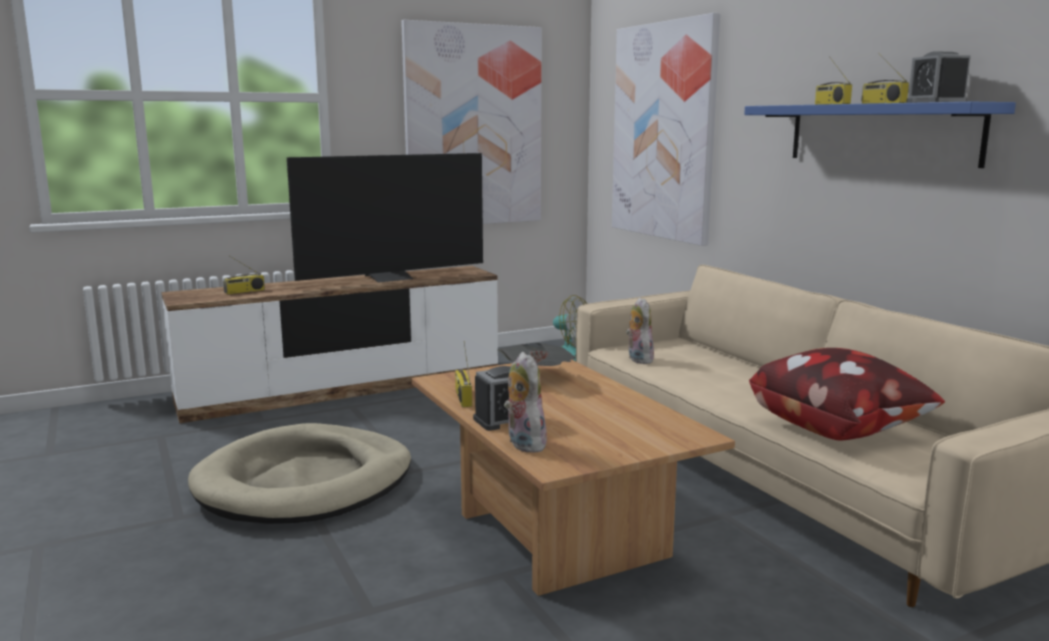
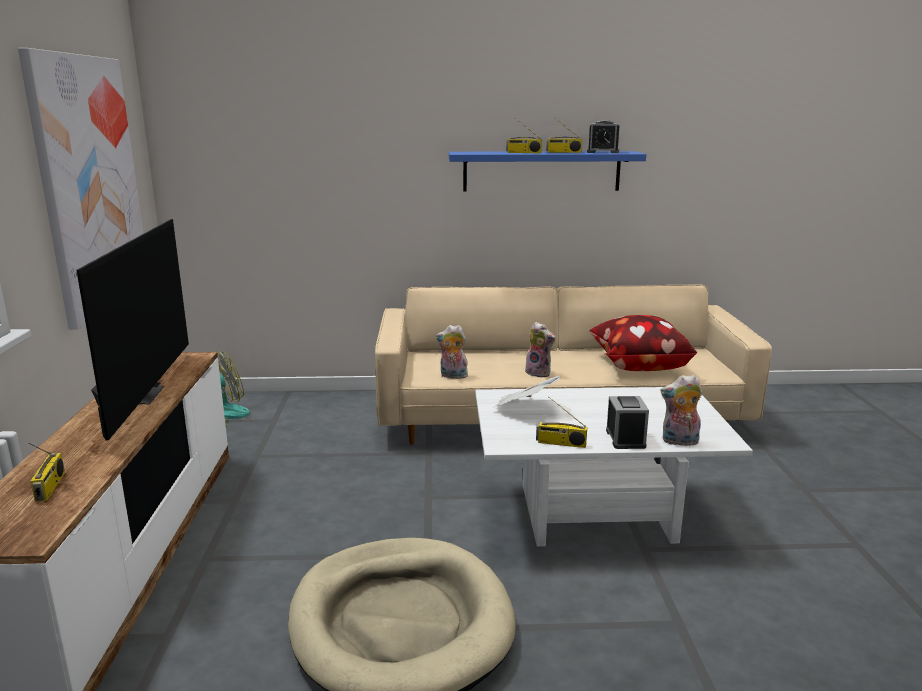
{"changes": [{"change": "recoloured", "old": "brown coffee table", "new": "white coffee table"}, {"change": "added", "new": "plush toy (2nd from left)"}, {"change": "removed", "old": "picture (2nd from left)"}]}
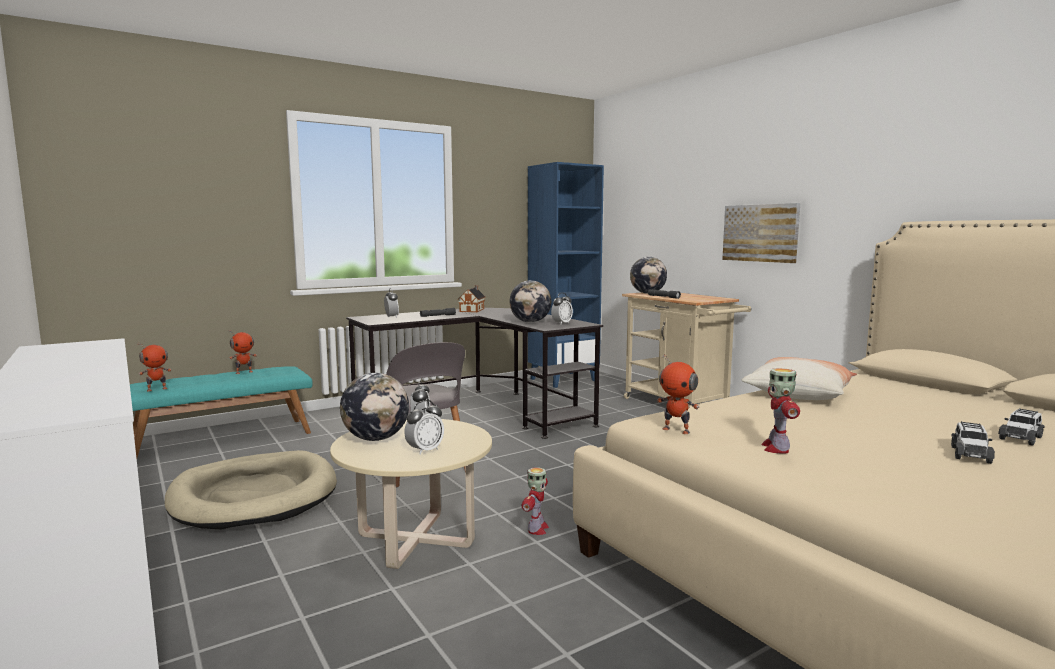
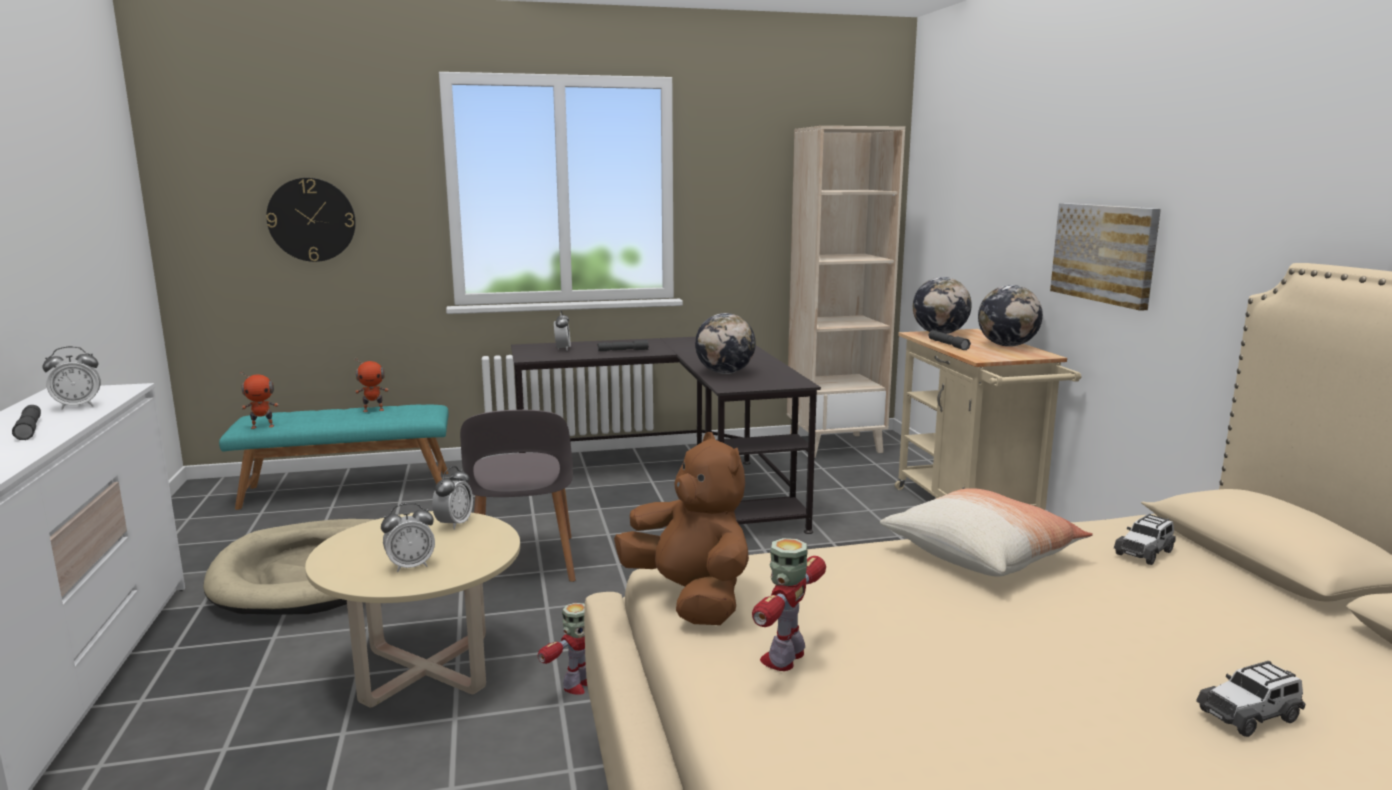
{"changes": [{"change": "added", "new": "grey flashlight (1st from left)"}, {"change": "moved", "old": "alarm clock (4th from left in the first image)", "new": "alarm clock (1st from left)"}, {"change": "added", "new": "wall clock"}, {"change": "replaced", "old": "toy robot (4th from left)", "new": "brown plush toy"}, {"change": "recoloured", "old": "blue bookcase", "new": "beige bookcase"}, {"change": "moved", "old": "globe (1st from left in the first image)", "new": "globe (3rd from left)"}, {"change": "moved", "old": "toy car (1st from left)"}, {"change": "removed", "old": "toy house"}]}
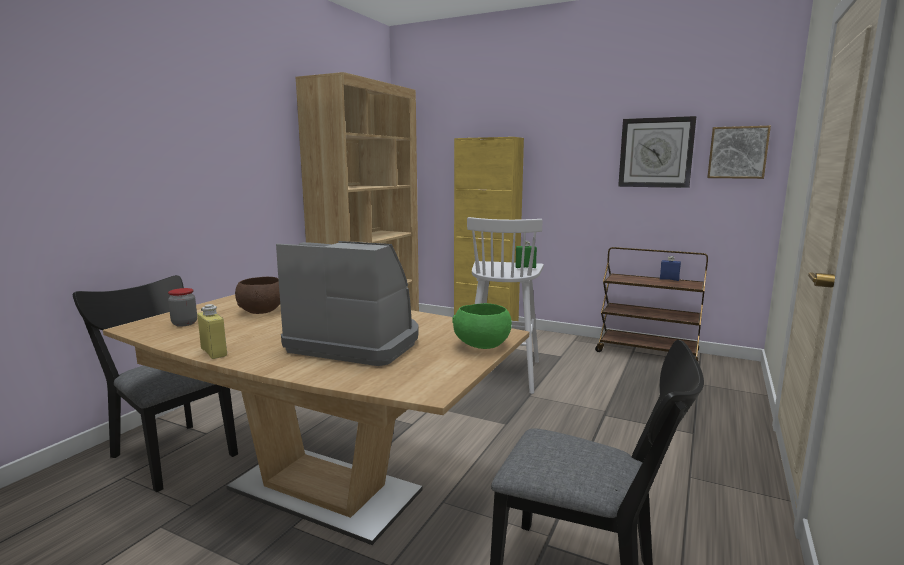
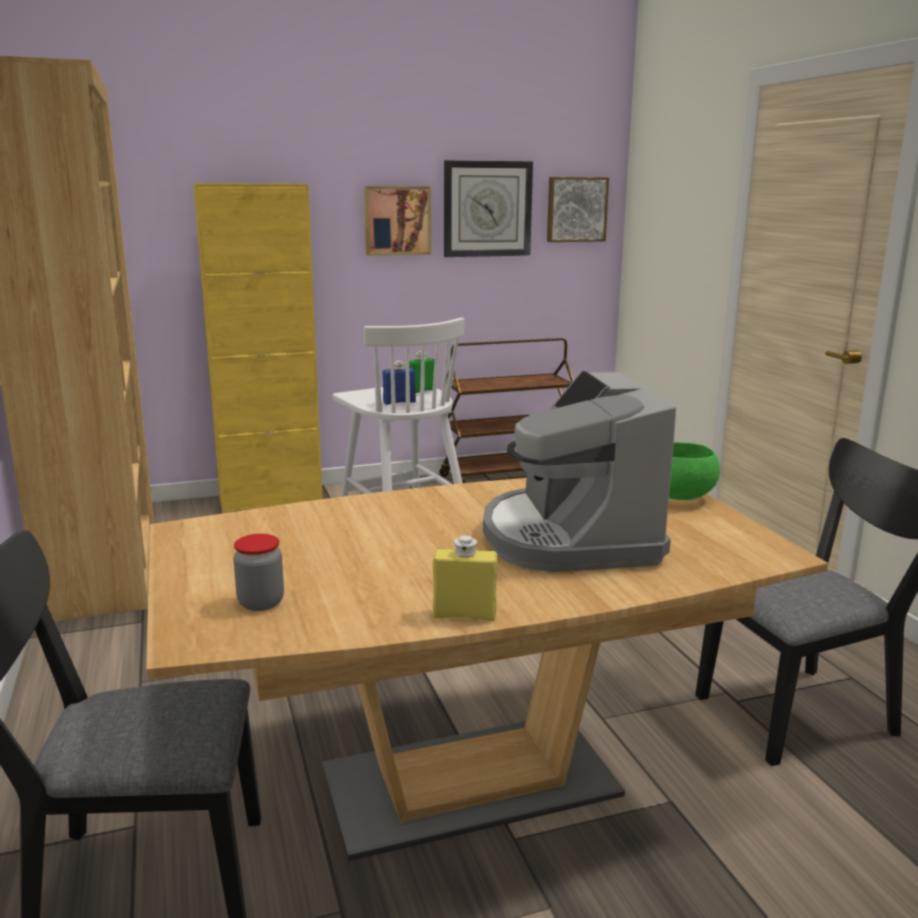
{"changes": [{"change": "added", "new": "picture (1st from left)"}, {"change": "moved", "old": "blue bottle"}, {"change": "turned", "old": "coffee machine", "degrees": -75}, {"change": "removed", "old": "brown bowl"}]}
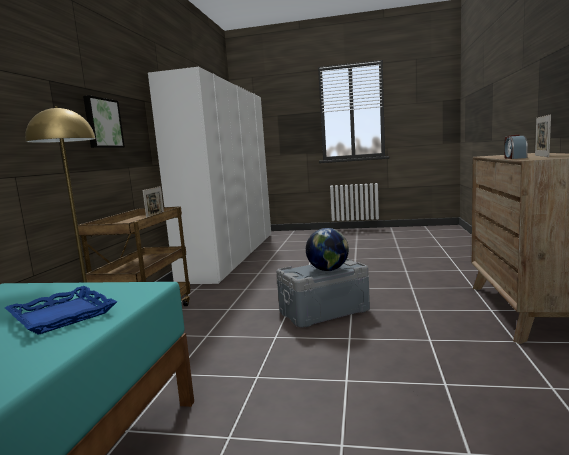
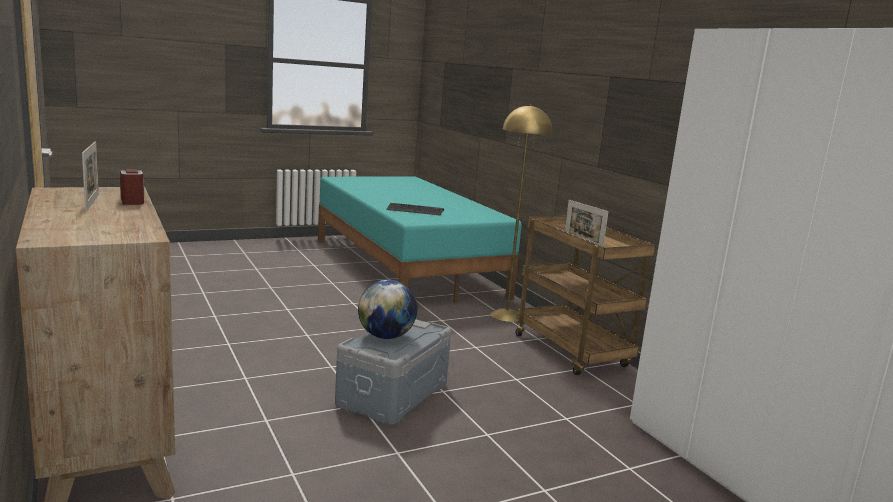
{"changes": [{"change": "replaced", "old": "blue tray", "new": "keyboard"}, {"change": "removed", "old": "picture"}]}
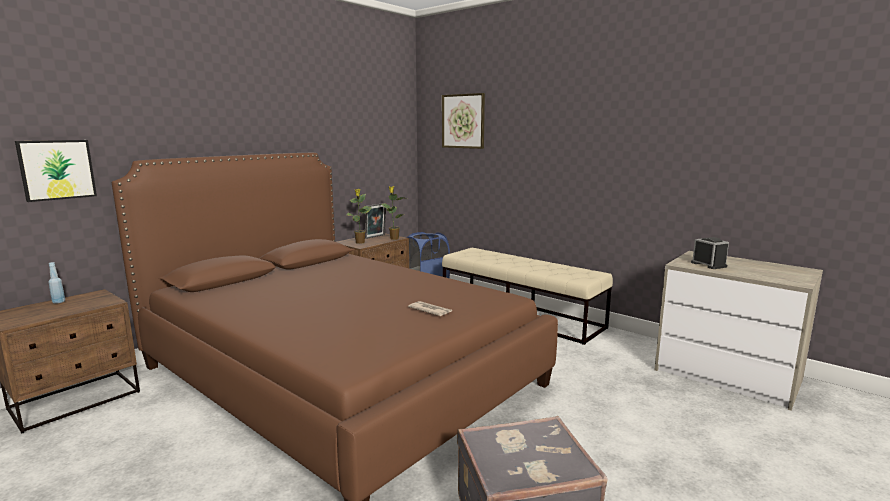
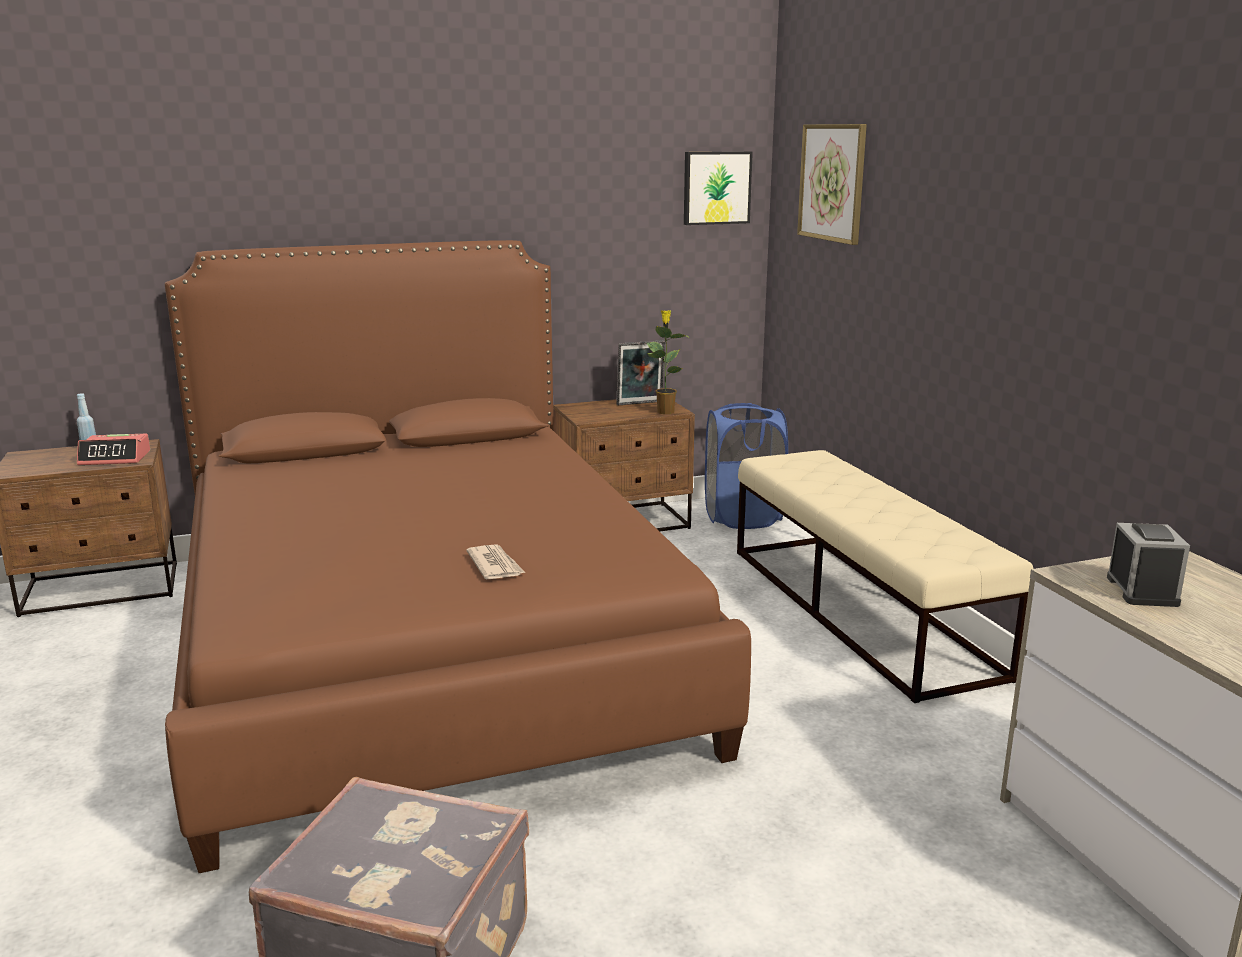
{"changes": [{"change": "added", "new": "alarm clock (1st from left)"}, {"change": "moved", "old": "picture (1st from left)"}, {"change": "removed", "old": "potted plant (1st from left)"}]}
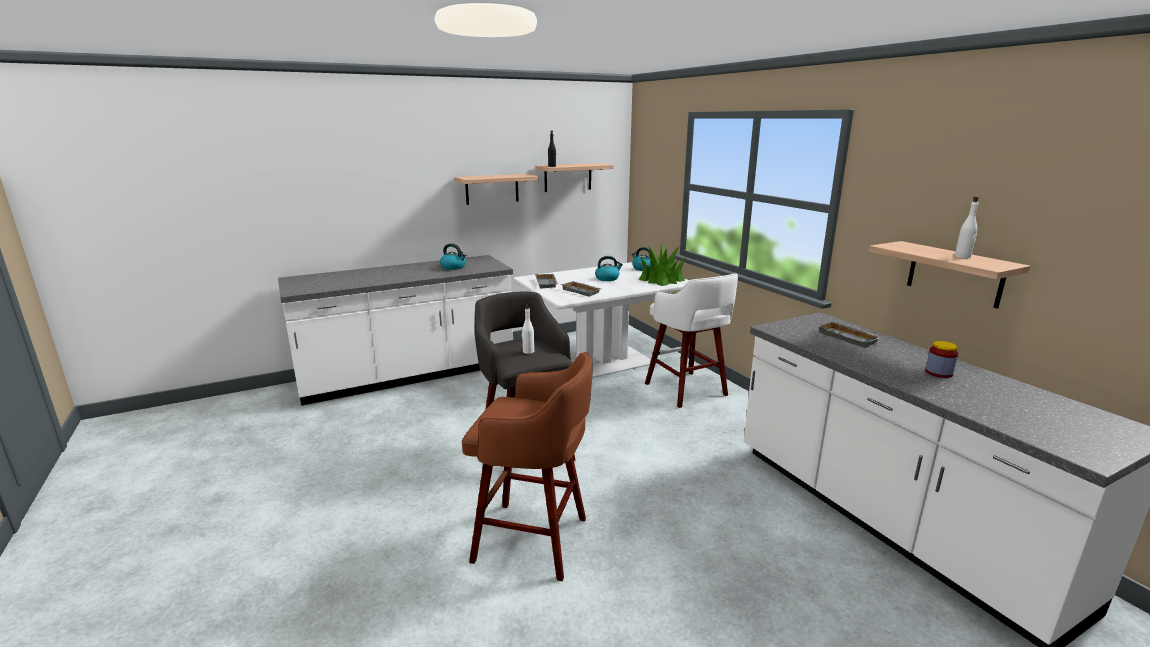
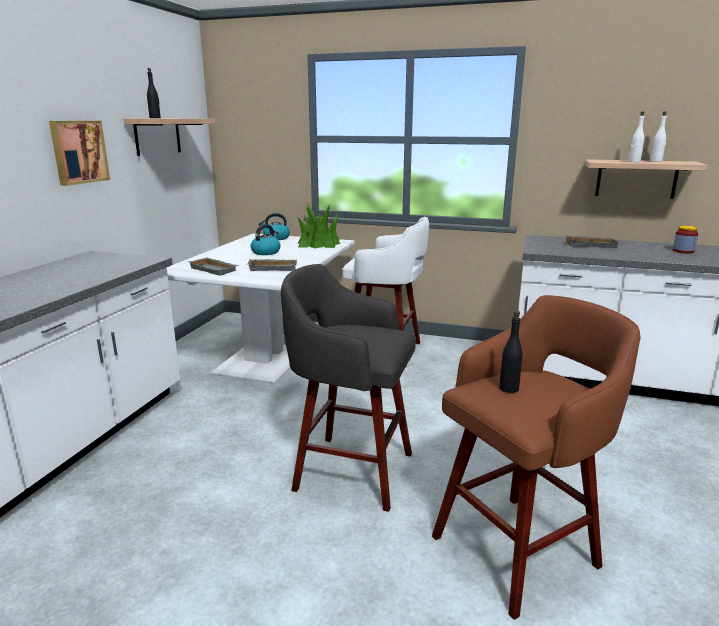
{"changes": [{"change": "replaced", "old": "shelf (1st from left)", "new": "picture"}, {"change": "added", "new": "black bottle (2nd from left)"}, {"change": "moved", "old": "white bottle (1st from left)"}, {"change": "removed", "old": "kettle (1st from left)"}]}
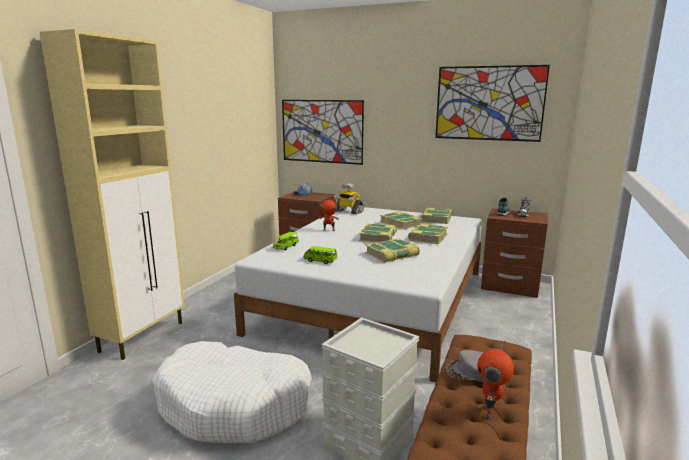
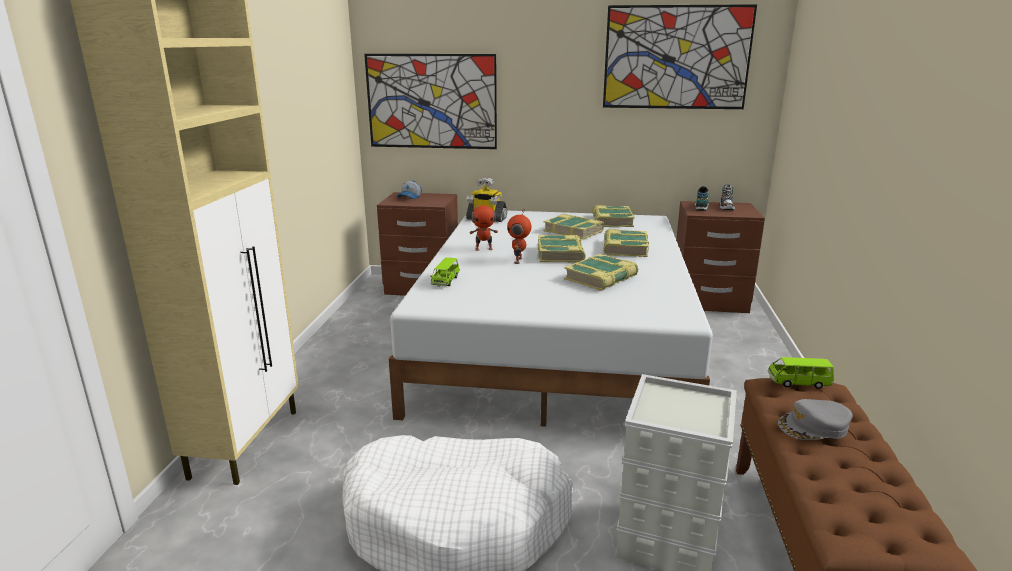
{"changes": [{"change": "moved", "old": "toy robot (3rd from left)"}, {"change": "moved", "old": "green toy car (2nd from left)"}]}
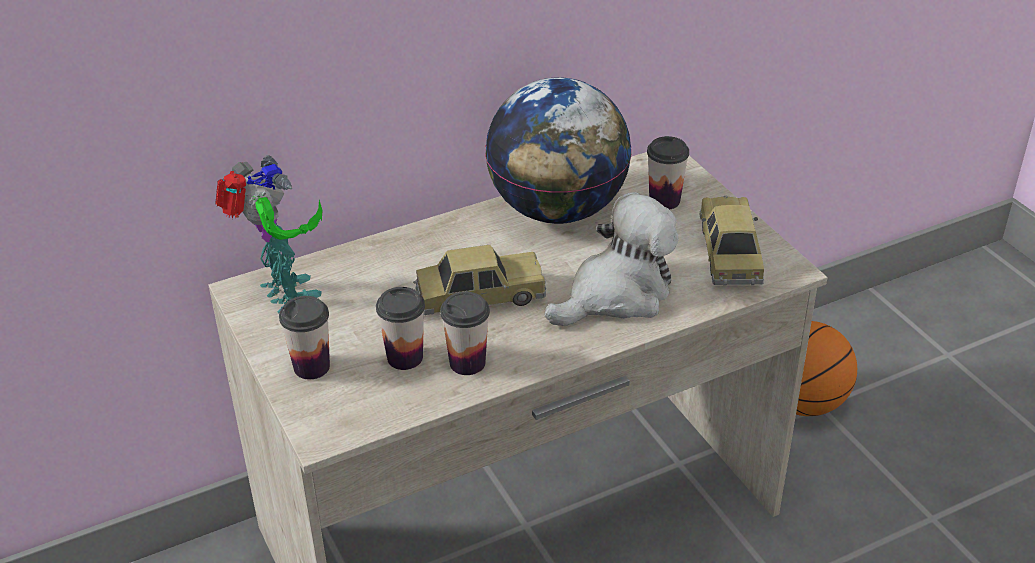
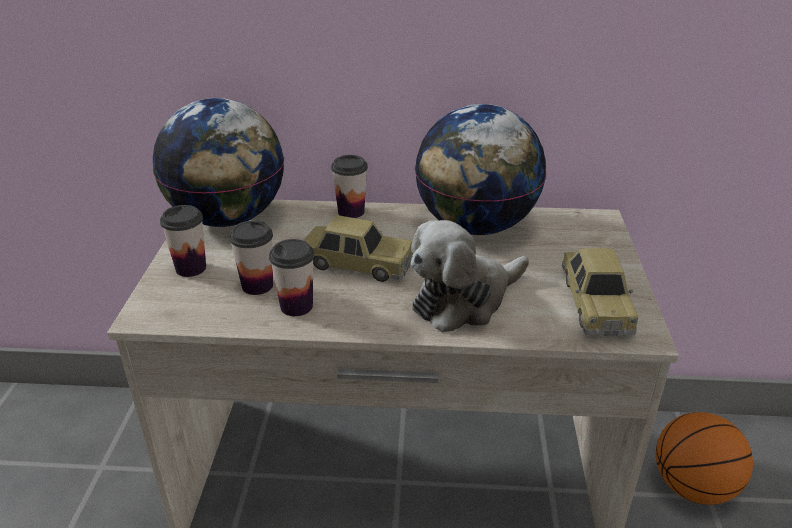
{"changes": [{"change": "replaced", "old": "toy robot", "new": "globe (1st from left)"}, {"change": "moved", "old": "cup (4th from left)"}, {"change": "turned", "old": "plush toy", "degrees": 150}, {"change": "turned", "old": "toy car (2nd from left)", "degrees": 150}]}
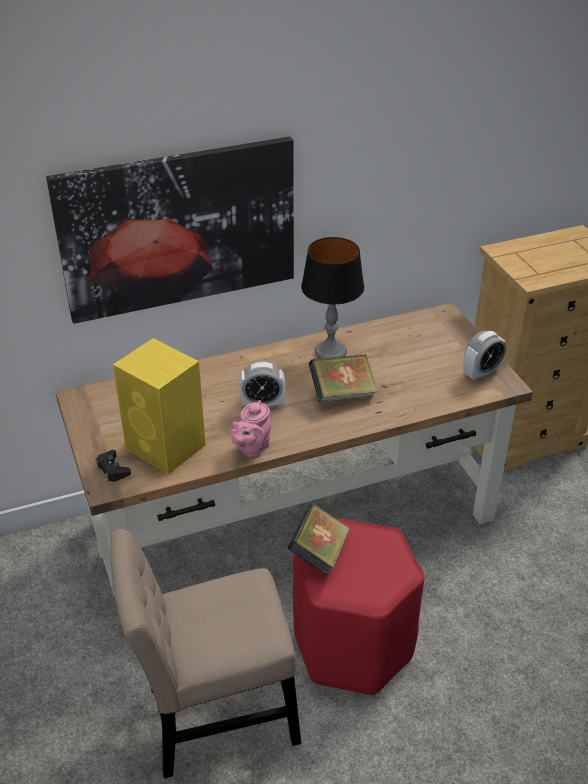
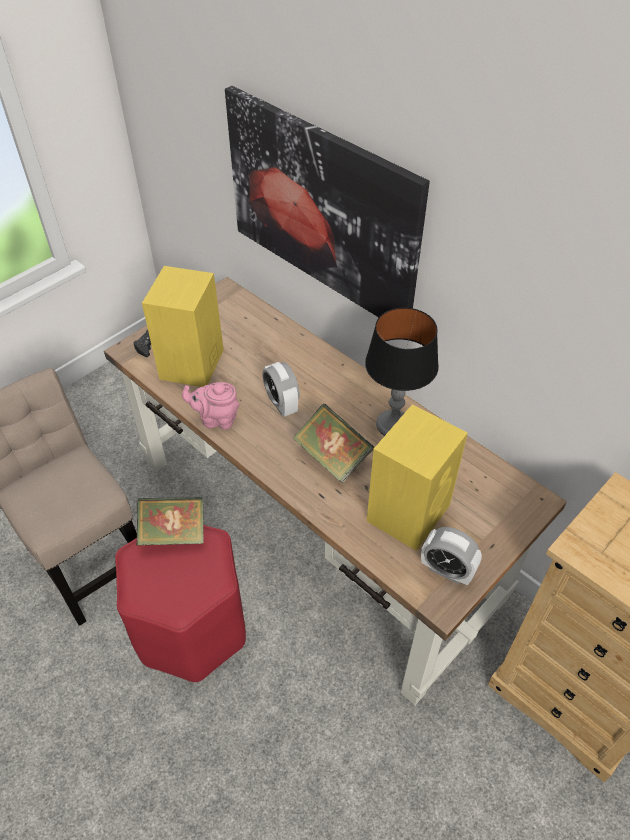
{"changes": [{"change": "added", "new": "yellow speaker (2nd from left)"}]}
